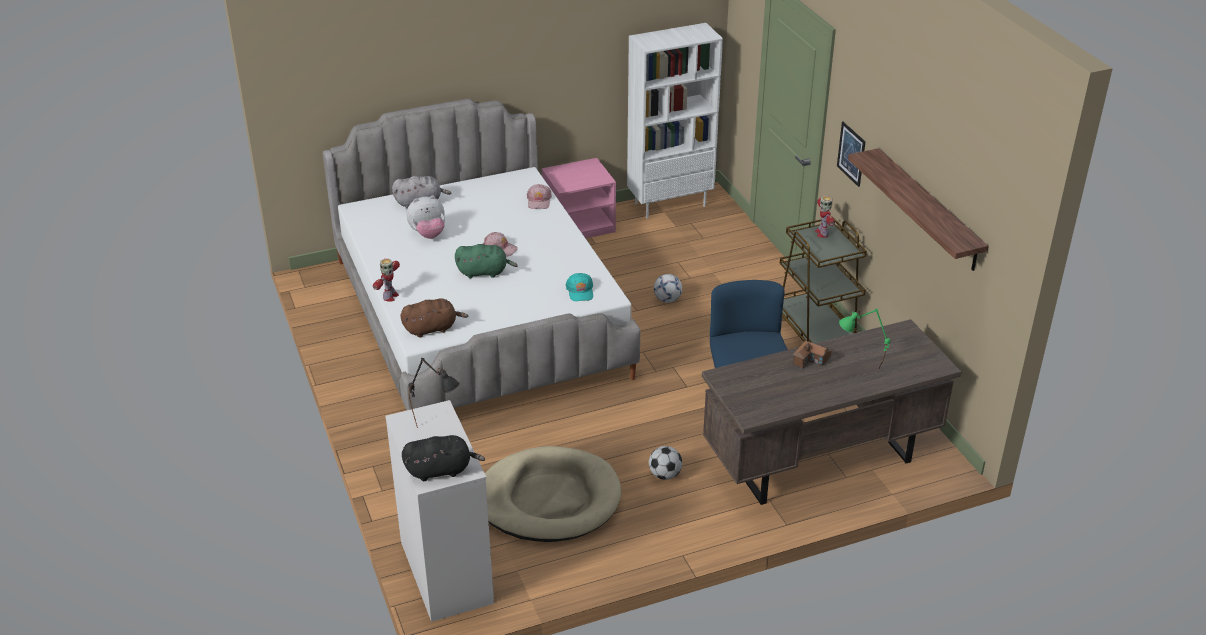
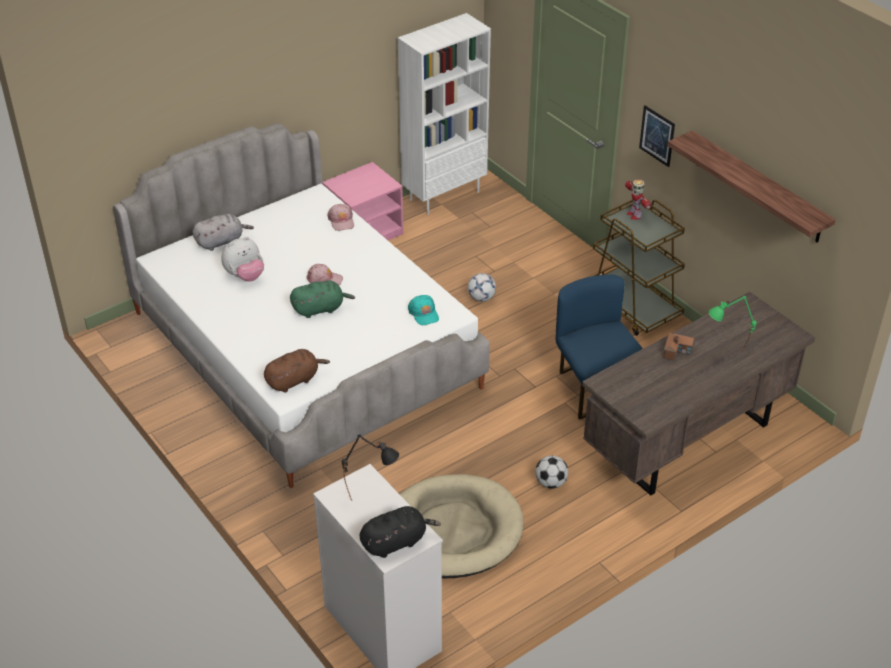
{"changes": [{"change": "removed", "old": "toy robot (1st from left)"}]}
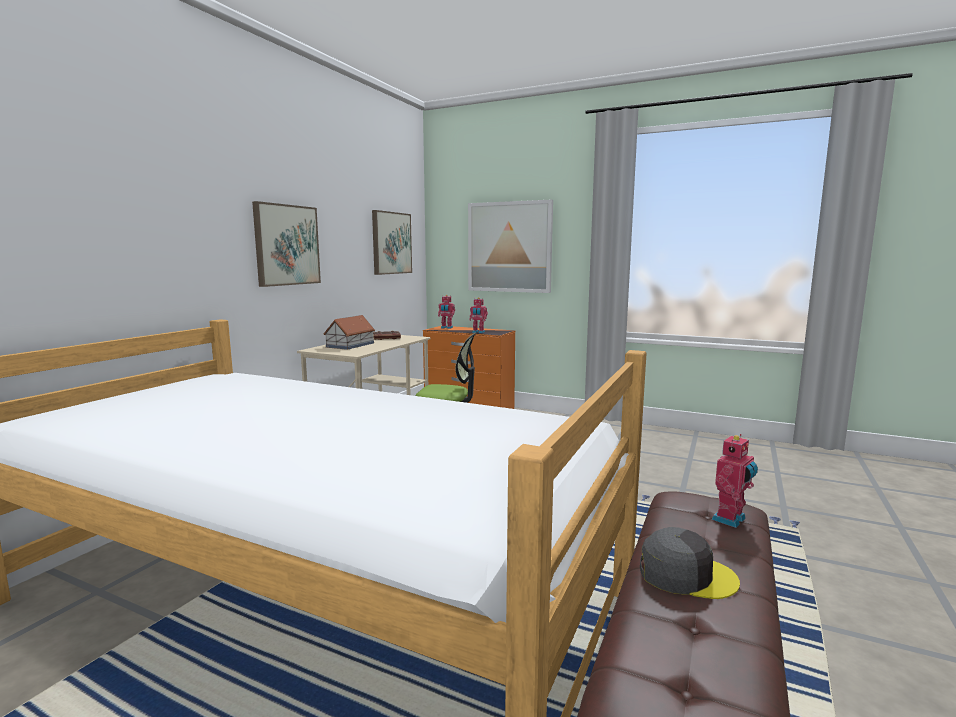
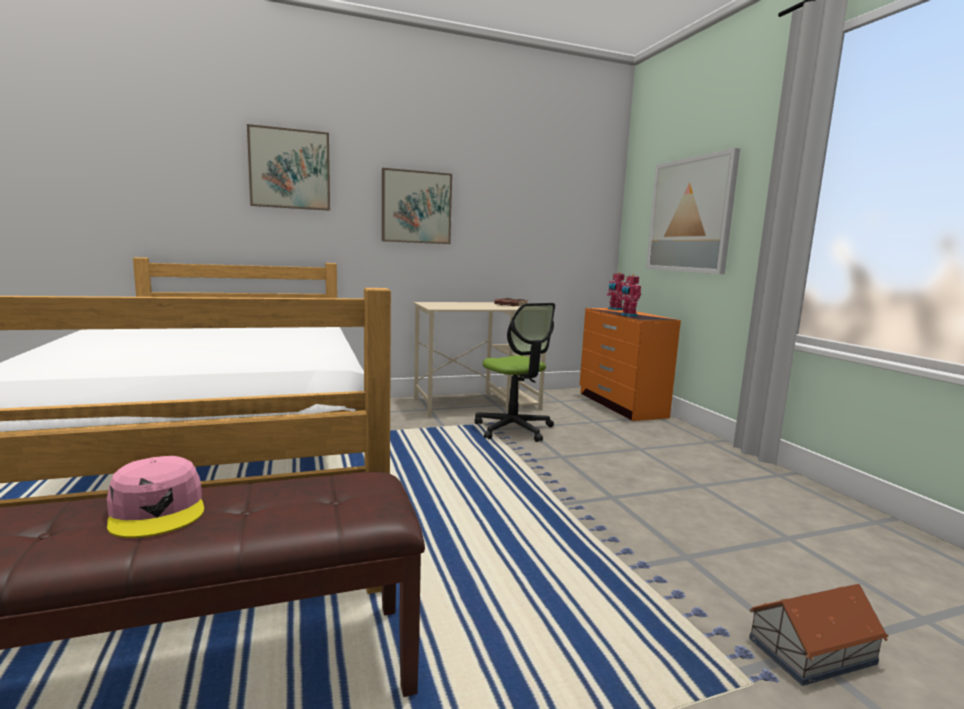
{"changes": [{"change": "recoloured", "old": "grey cap", "new": "pink cap"}, {"change": "moved", "old": "picture (2nd from left in the first image)", "new": "picture (1st from left)"}, {"change": "moved", "old": "toy house"}, {"change": "removed", "old": "toy robot (3rd from left)"}]}
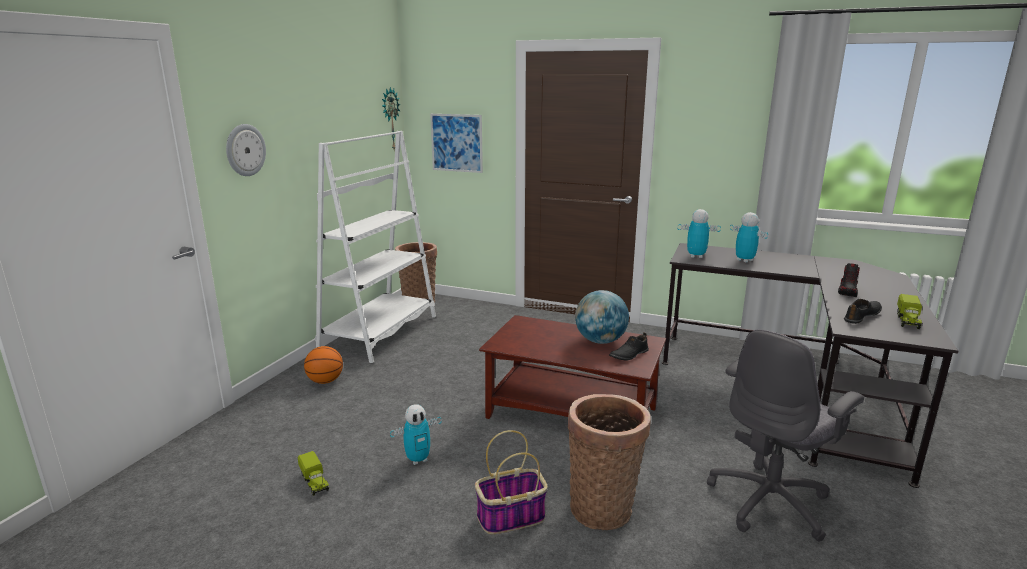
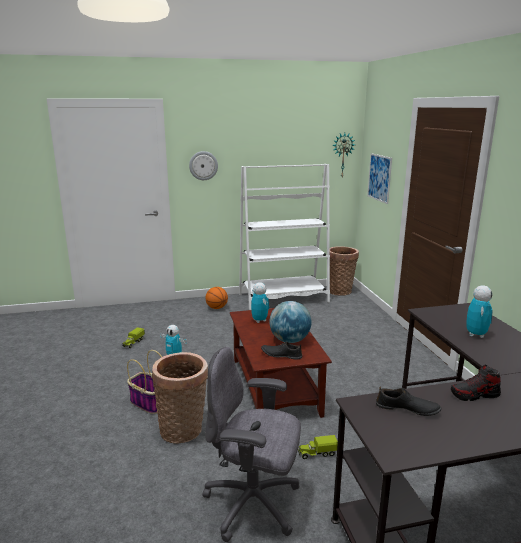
{"changes": [{"change": "moved", "old": "toy robot (2nd from left)"}, {"change": "moved", "old": "toy truck (2nd from left)"}]}
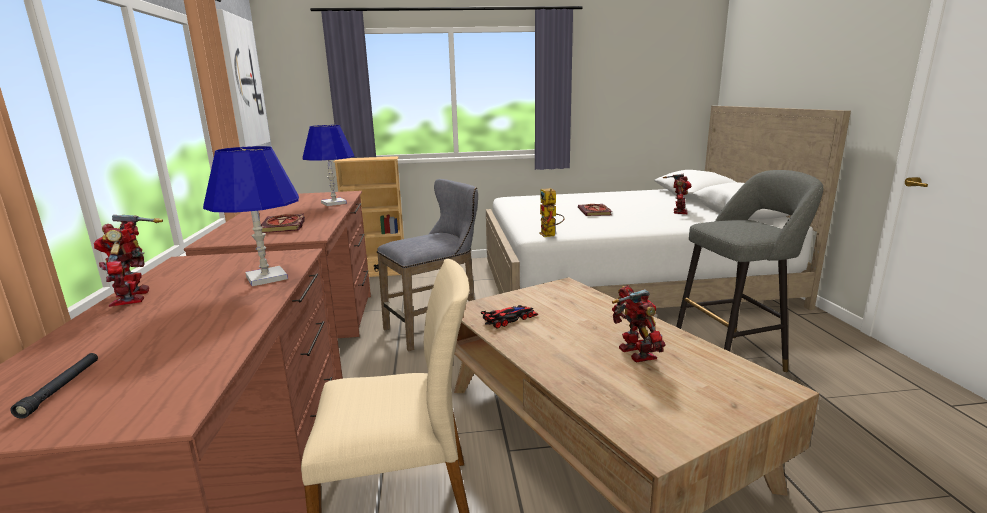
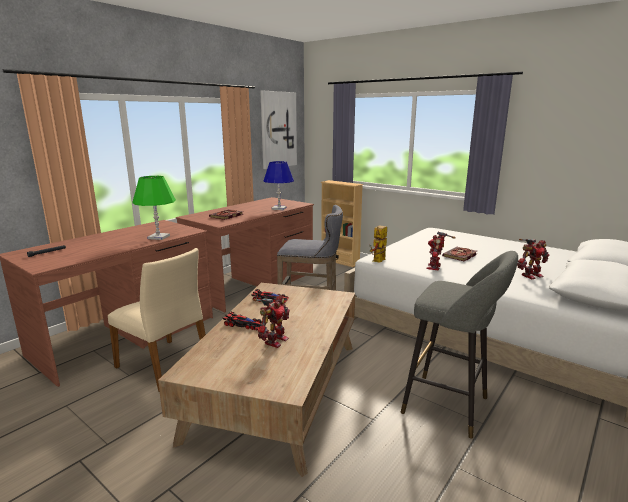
{"changes": [{"change": "recoloured", "old": "blue table lamp (1st from left)", "new": "green table lamp"}, {"change": "added", "new": "toy car (1st from left)"}, {"change": "moved", "old": "toy robot (1st from left in the first image)", "new": "toy robot (3rd from left)"}]}
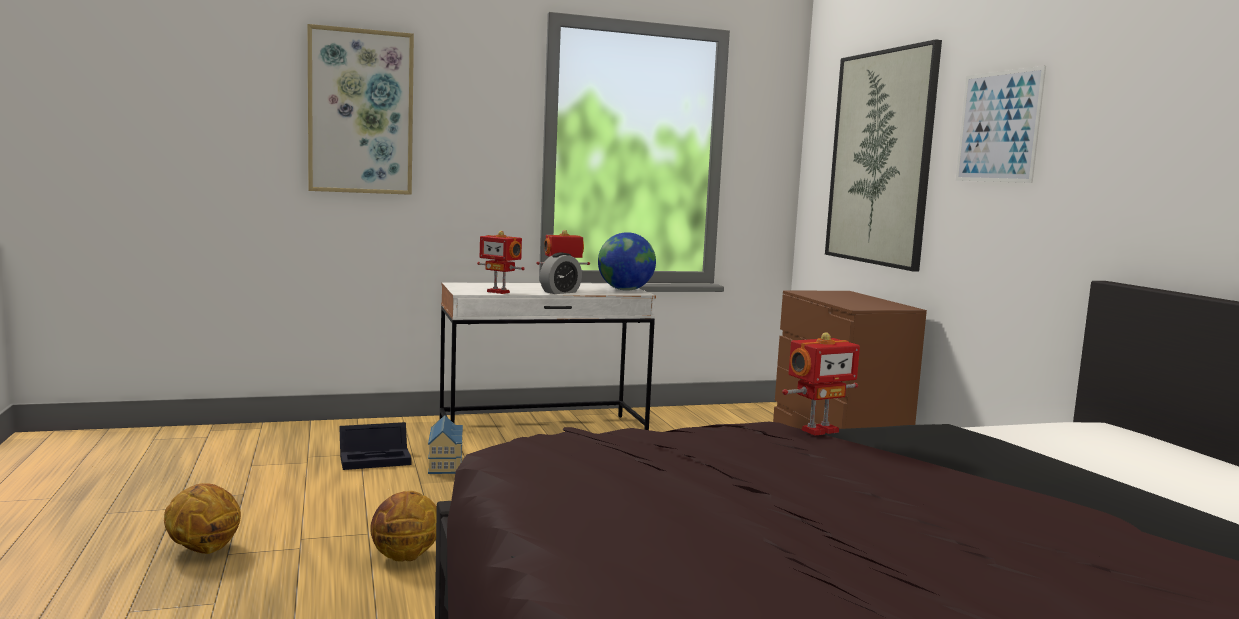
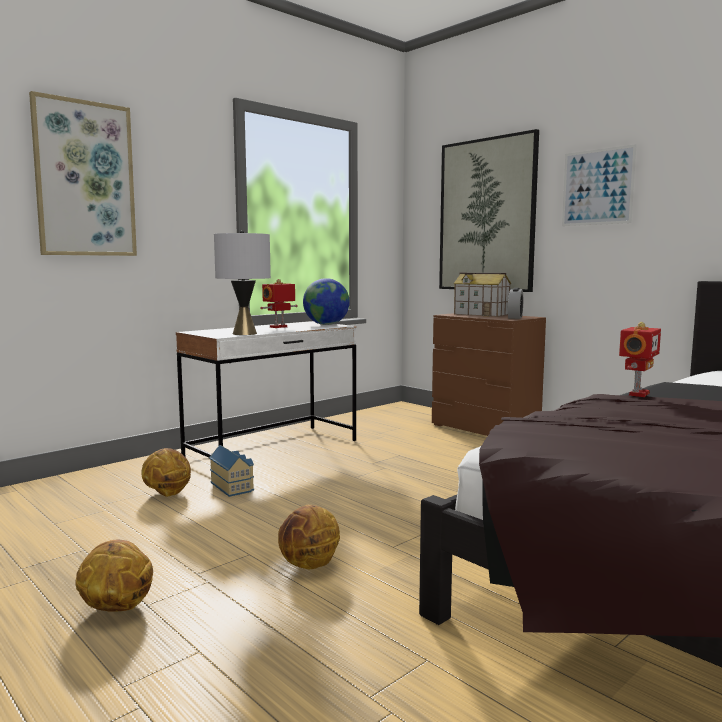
{"changes": [{"change": "replaced", "old": "black storage box", "new": "basketball (2nd from left)"}, {"change": "replaced", "old": "toy robot (1st from left)", "new": "grey table lamp"}, {"change": "added", "new": "toy house (2nd from left)"}, {"change": "moved", "old": "alarm clock"}]}
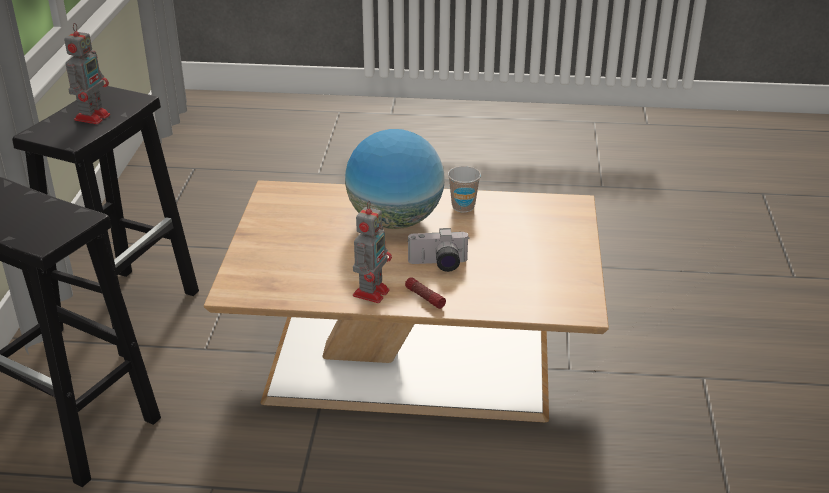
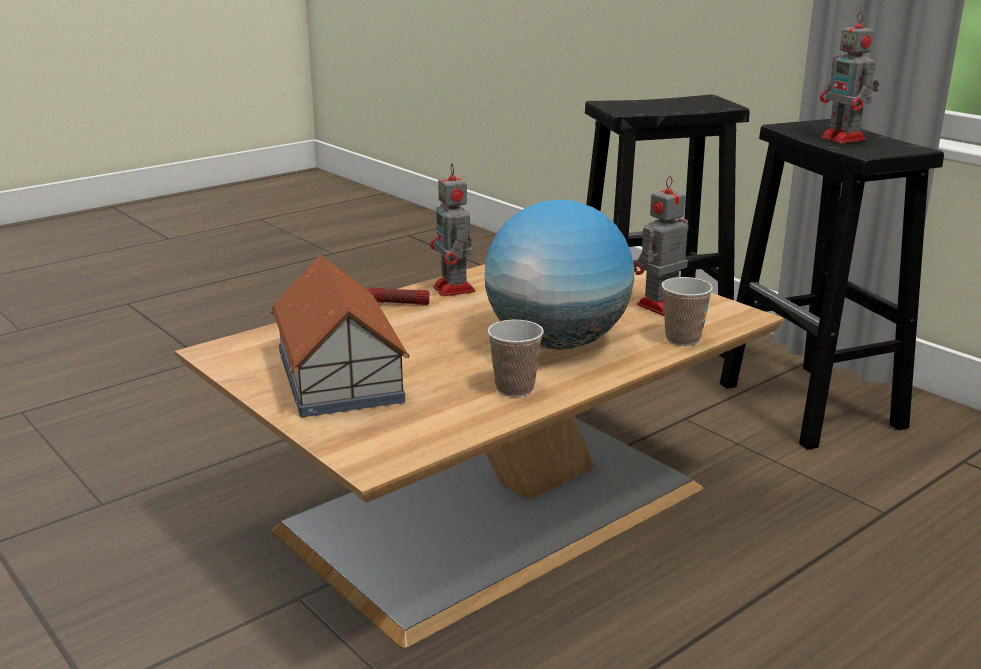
{"changes": [{"change": "added", "new": "toy house"}, {"change": "added", "new": "toy robot (2nd from left)"}, {"change": "added", "new": "cup (2nd from left)"}, {"change": "removed", "old": "photo camera"}]}
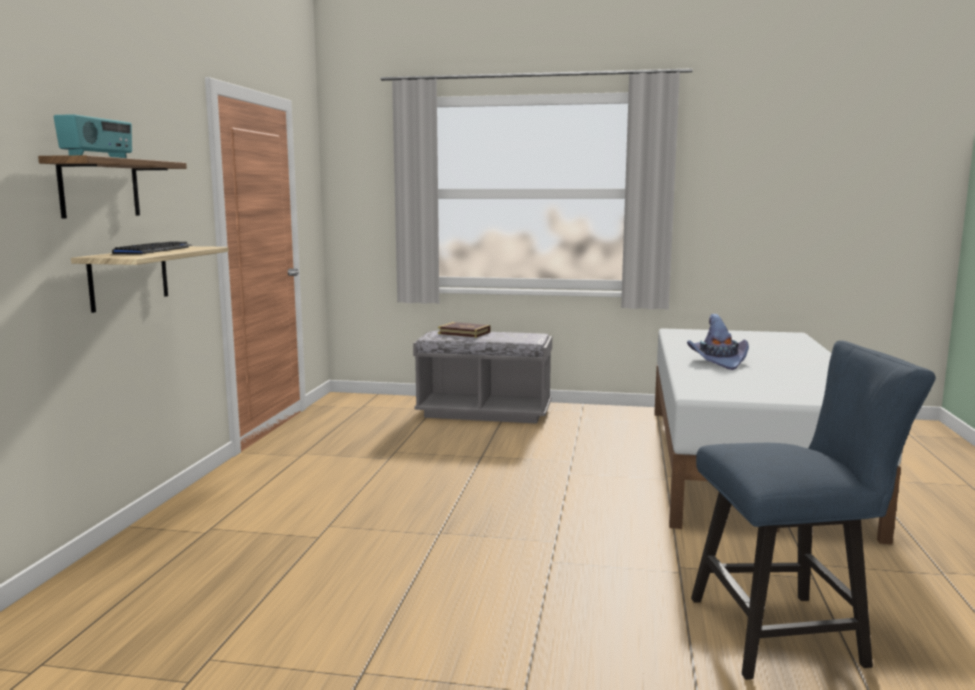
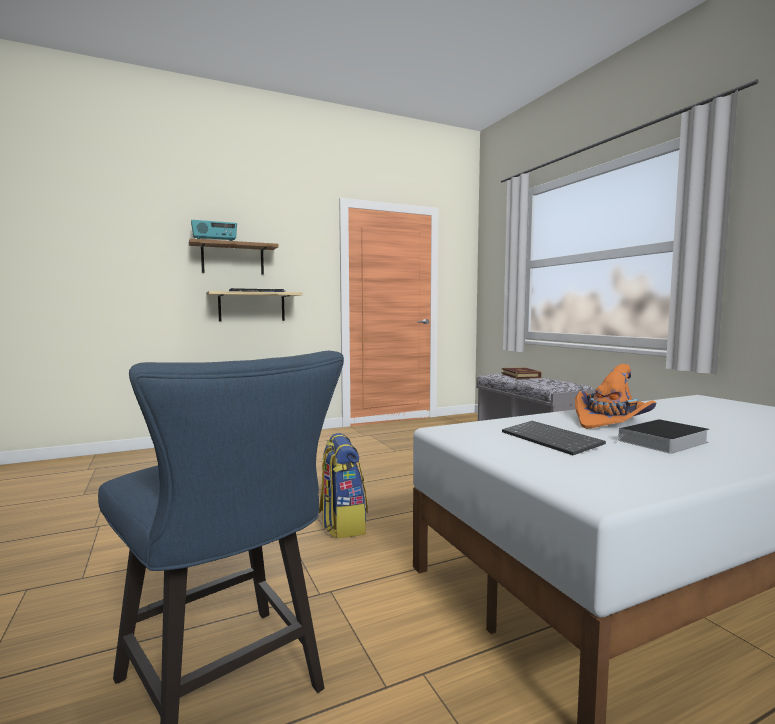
{"changes": [{"change": "added", "new": "backpack"}, {"change": "added", "new": "keyboard (2nd from left)"}, {"change": "recoloured", "old": "purple hat", "new": "orange hat"}, {"change": "added", "new": "book (2nd from left)"}]}
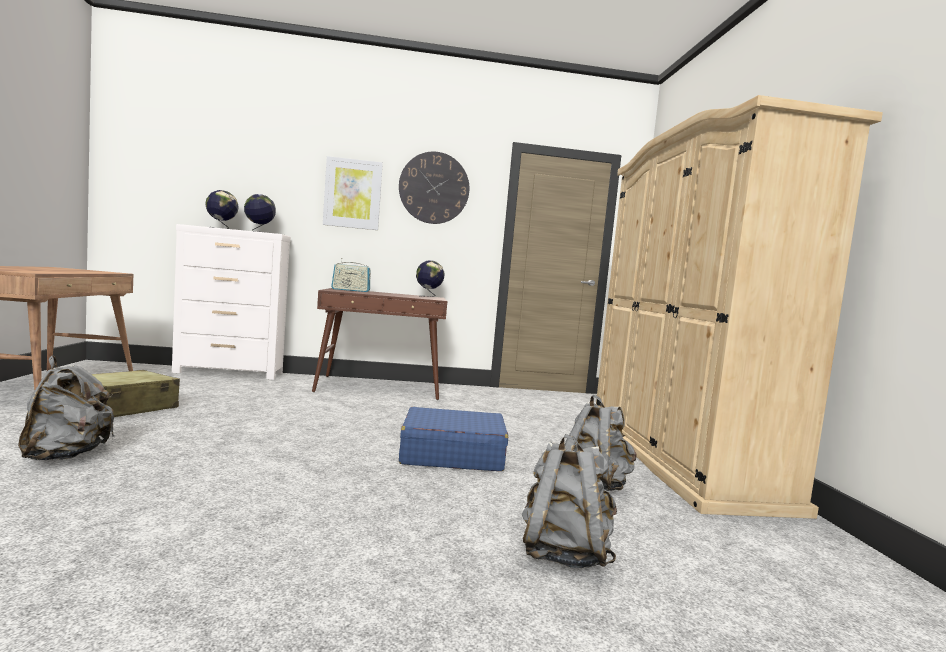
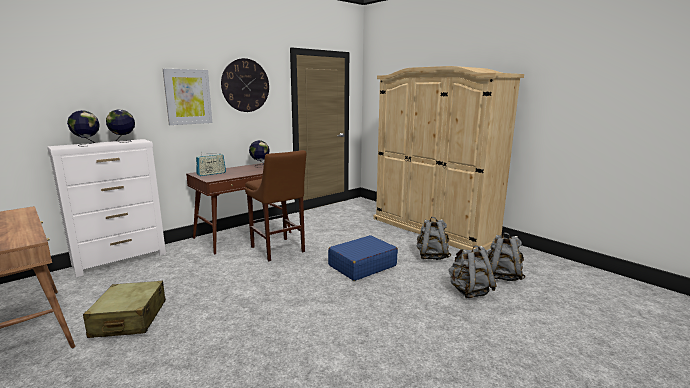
{"changes": [{"change": "added", "new": "brown stool"}, {"change": "moved", "old": "grey backpack (1st from left in the first image)", "new": "grey backpack (3rd from left)"}]}
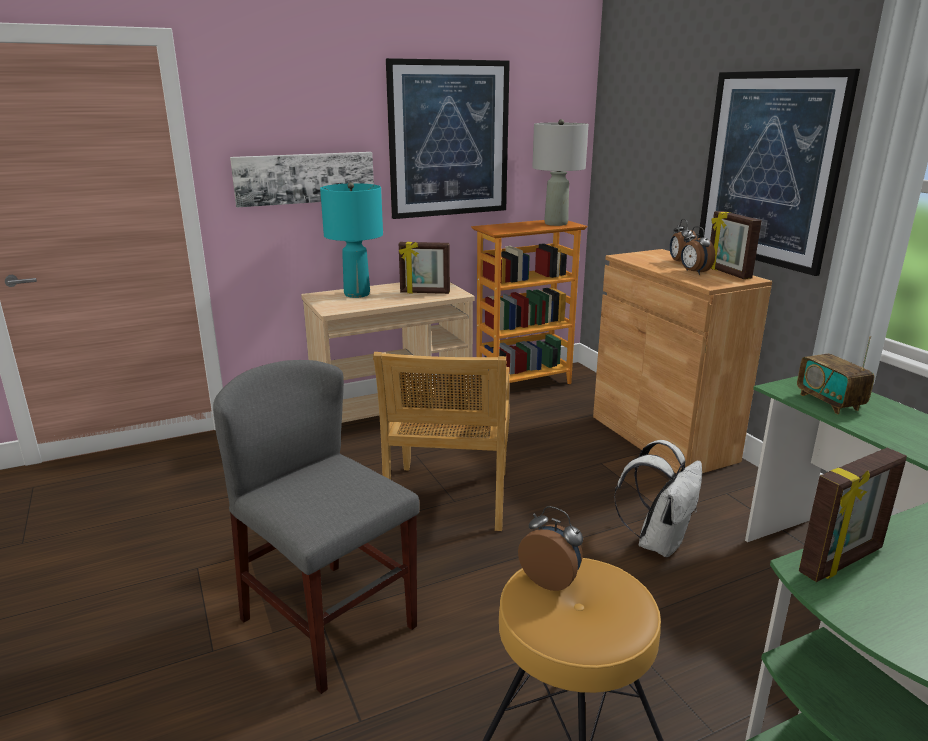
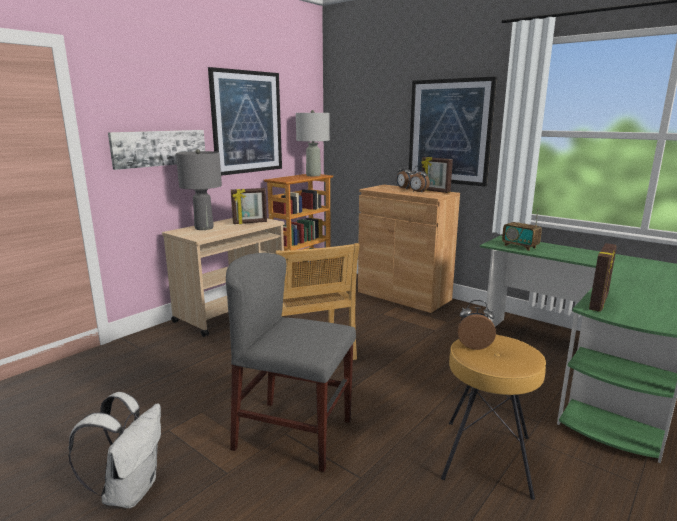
{"changes": [{"change": "moved", "old": "white backpack"}, {"change": "recoloured", "old": "turquoise table lamp", "new": "grey table lamp (1st from left)"}]}
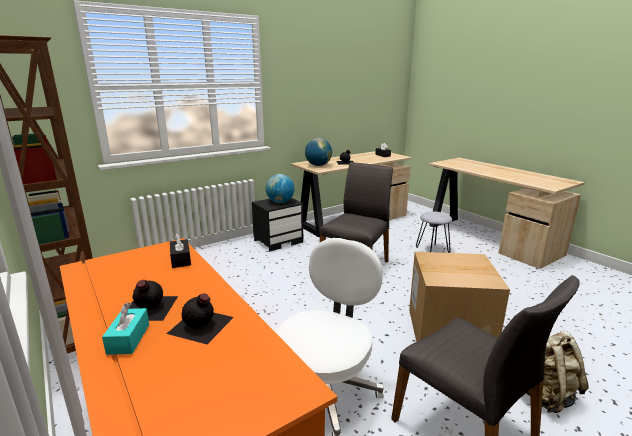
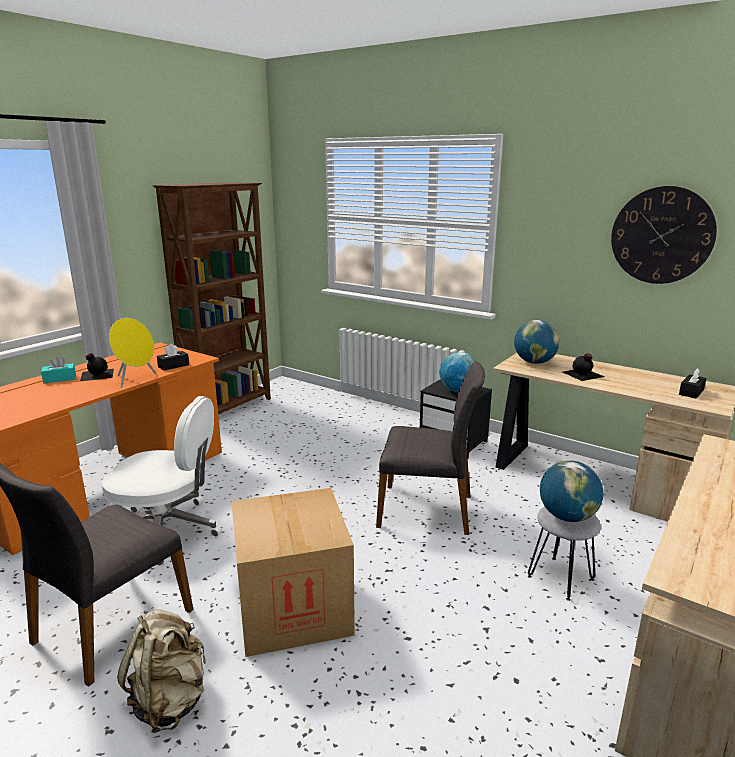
{"changes": [{"change": "added", "new": "yellow speaker"}, {"change": "added", "new": "globe (3rd from left)"}, {"change": "added", "new": "wall clock"}, {"change": "removed", "old": "black bottle (2nd from left)"}]}
